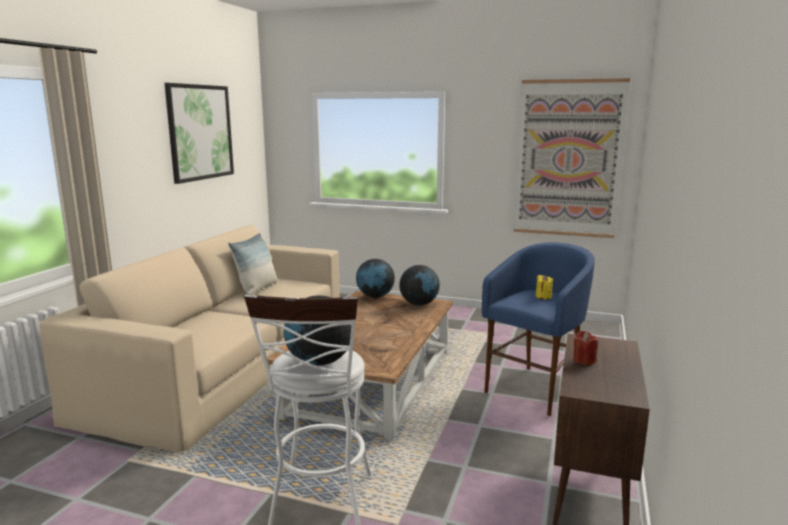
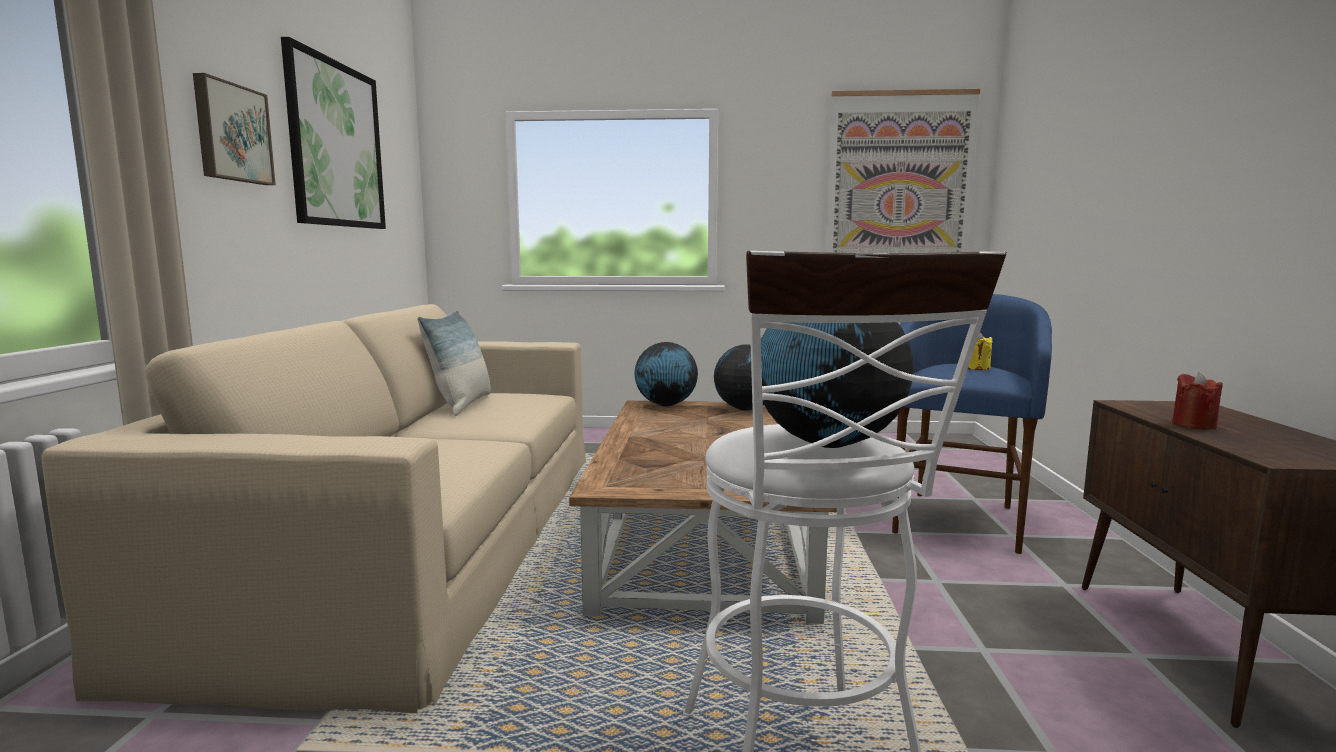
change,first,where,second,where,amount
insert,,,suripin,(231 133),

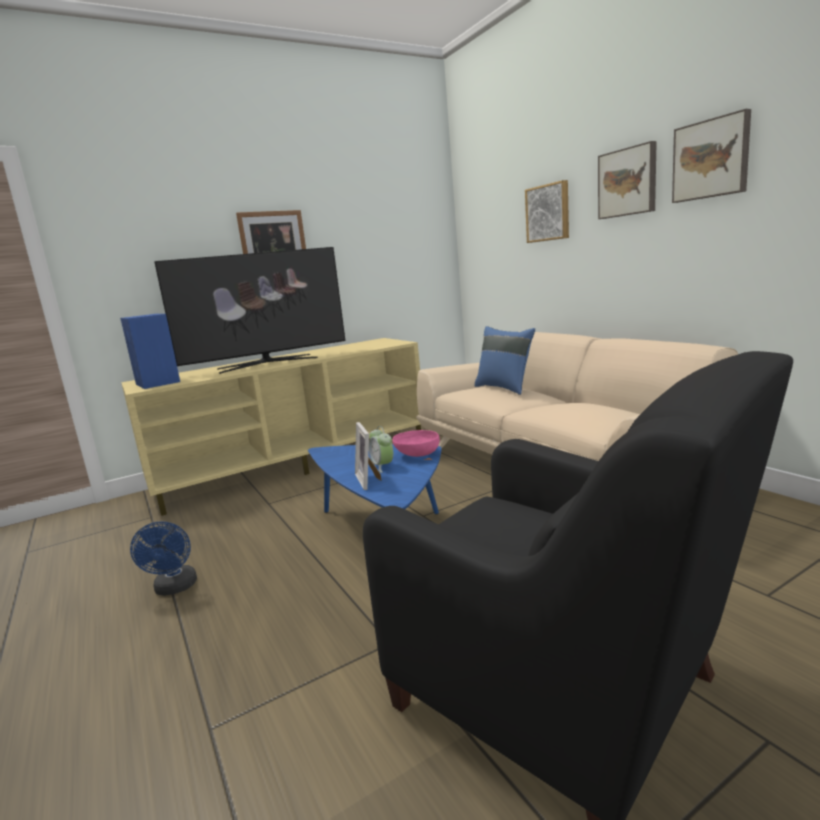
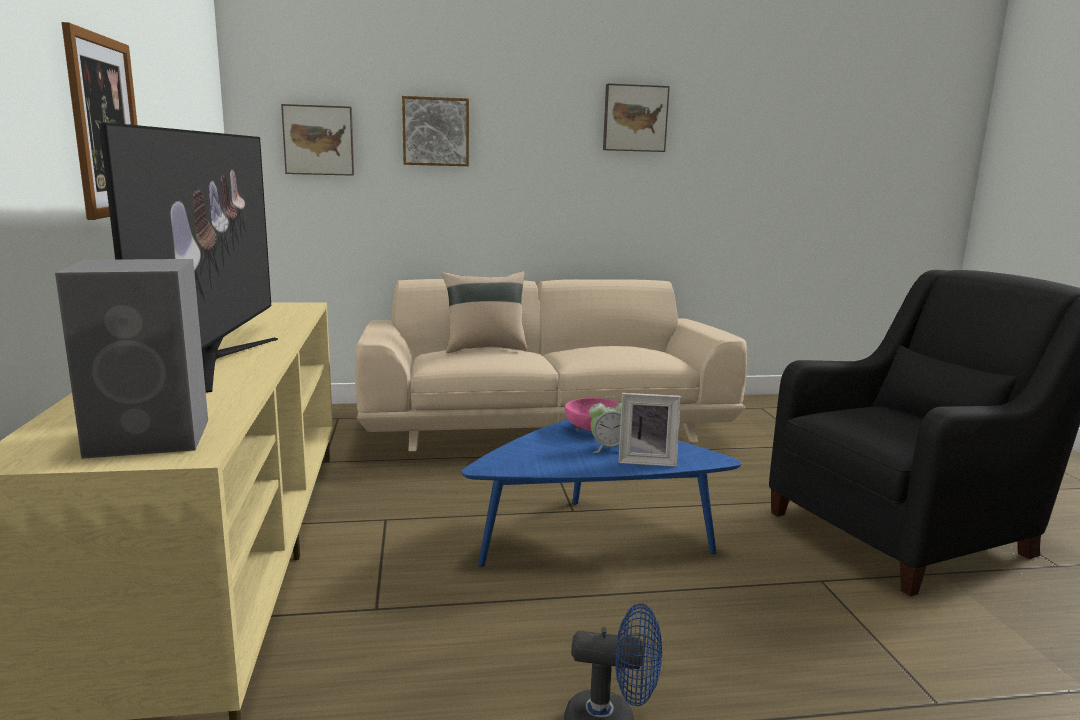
change,first,where,second,where,amount
move,suripin,(628 182),,(319 140),
recolor,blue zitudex,(158 383),grey zitudex,(152 438),
recolor,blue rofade,(505 388),beige rofade,(485 348),

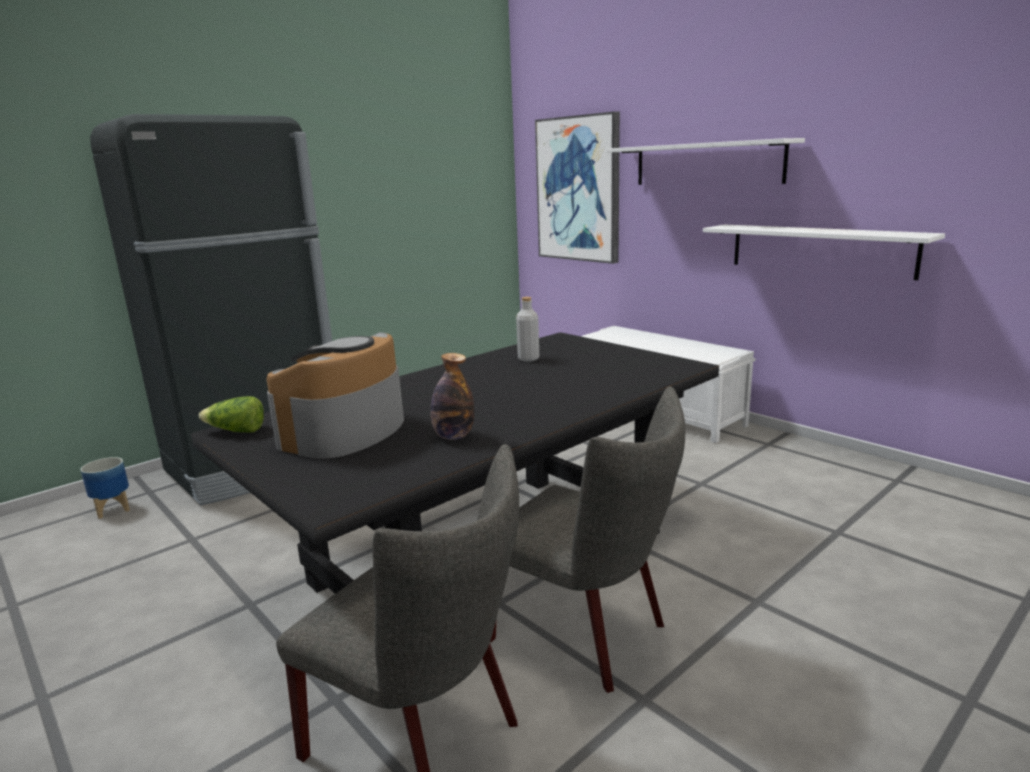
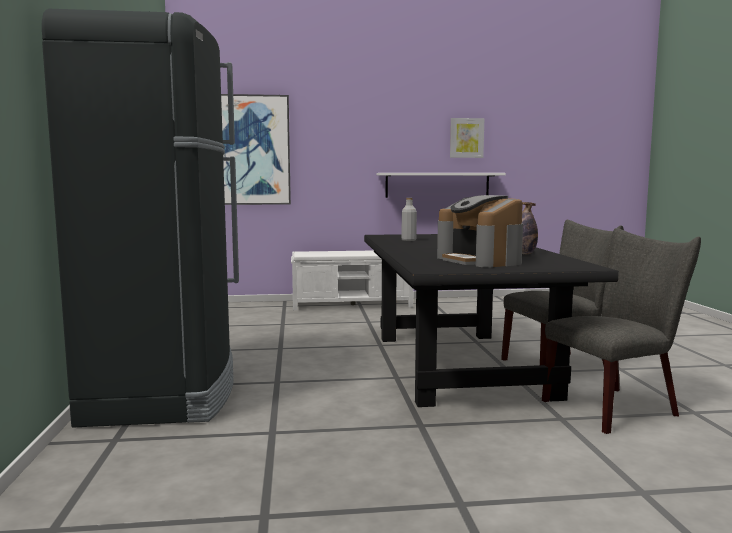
change,first,where,second,where,amount
delete,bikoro,(112 509),,,
delete,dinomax,(236 431),,,
delete,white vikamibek,(707 164),,,
insert,,,suripin,(466 138),

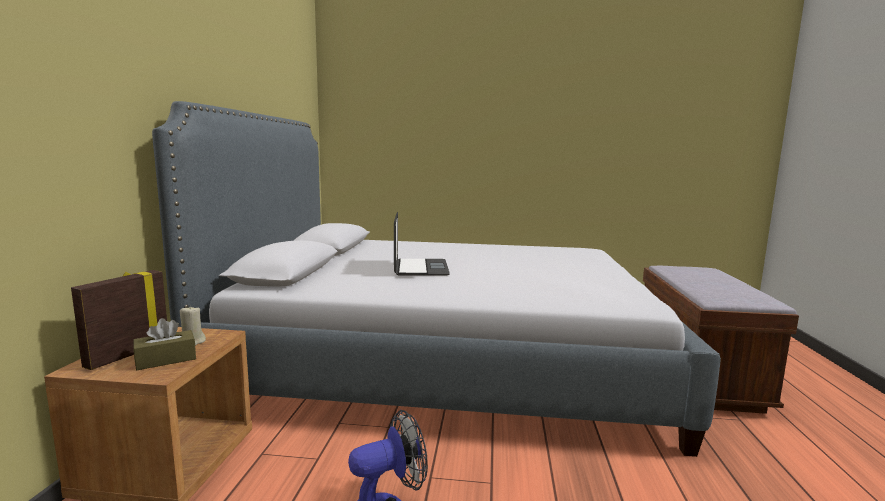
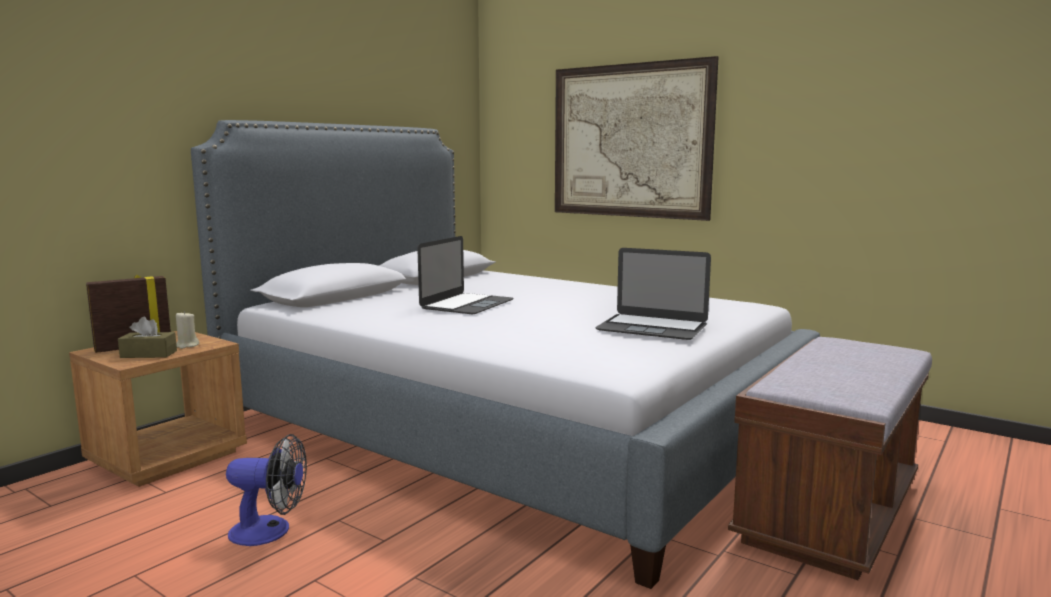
change,first,where,second,where,amount
insert,,,suripin,(630 141),
insert,,,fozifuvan,(652 327),

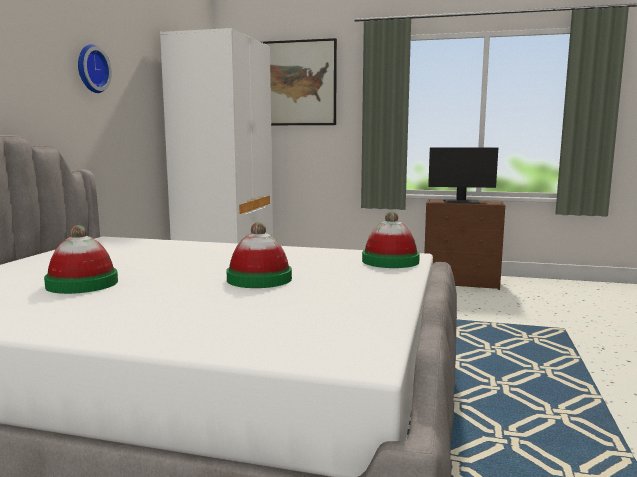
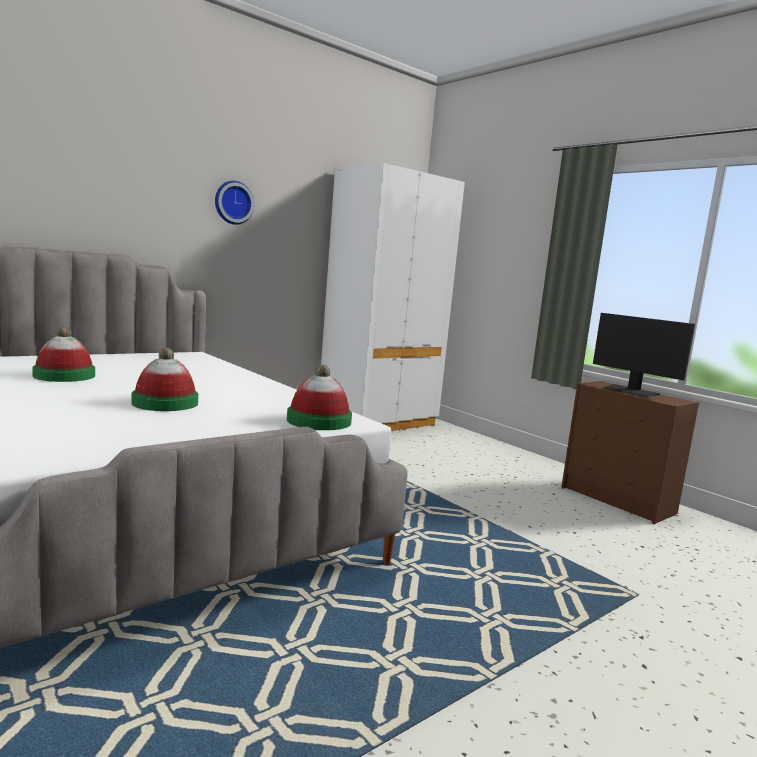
change,first,where,second,where,amount
delete,suripin,(296 83),,,

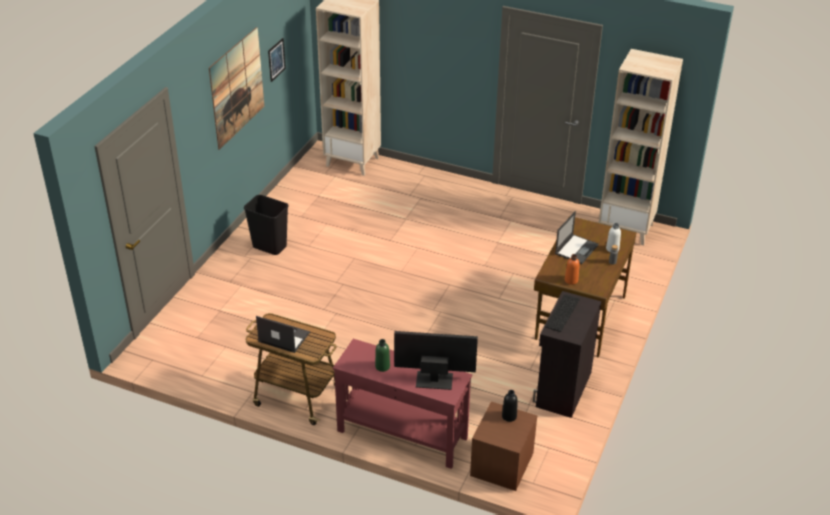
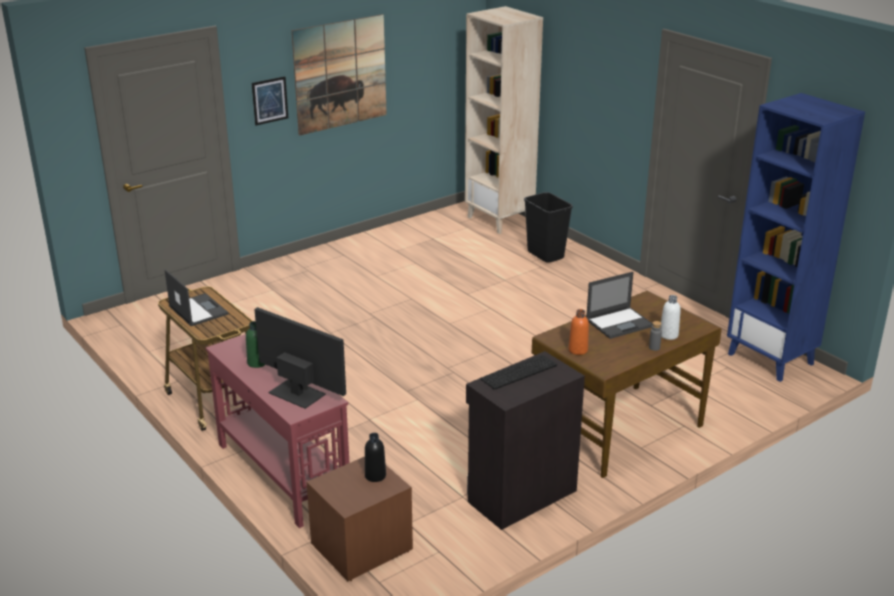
change,first,where,second,where,amount
move,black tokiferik,(269 247),,(544 255),
move,suripin,(276 59),,(270 100),
recolor,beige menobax,(626 229),blue menobax,(771 359),

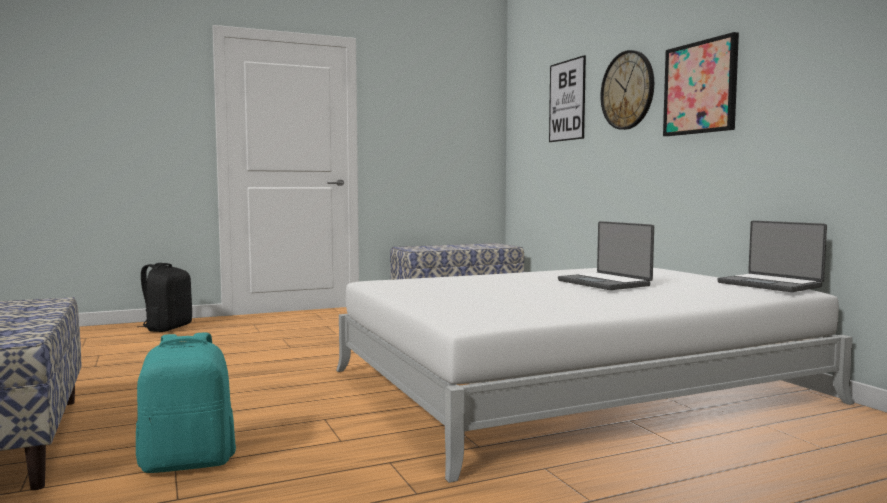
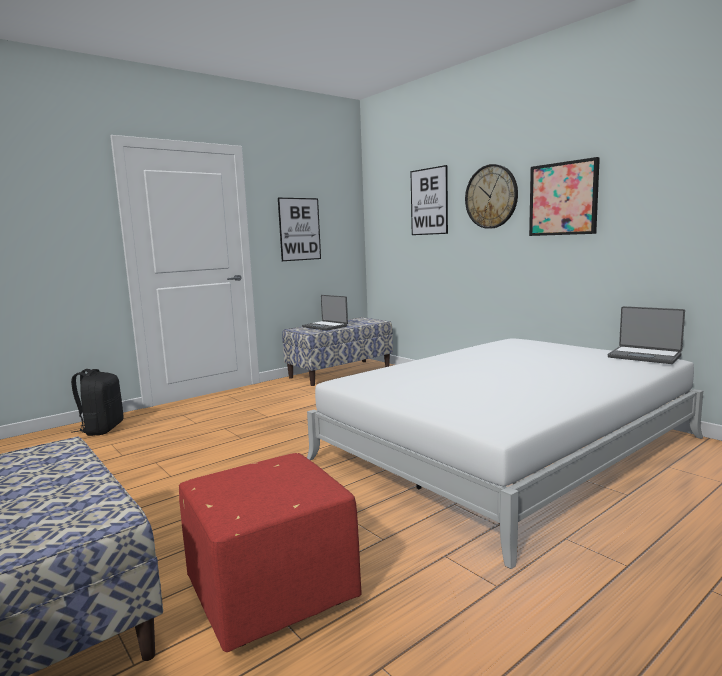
change,first,where,second,where,amount
insert,,,suripin,(299 229),
move,fozifuvan,(605 283),,(325 326),
replace,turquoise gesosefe,(188 462),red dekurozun,(271 592),

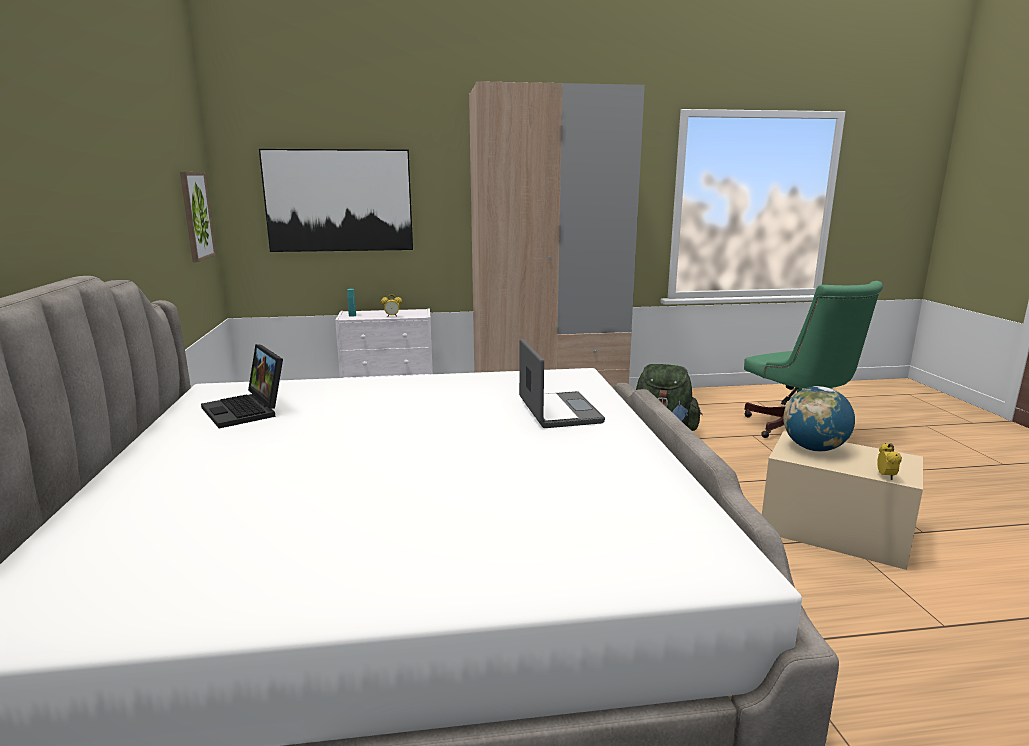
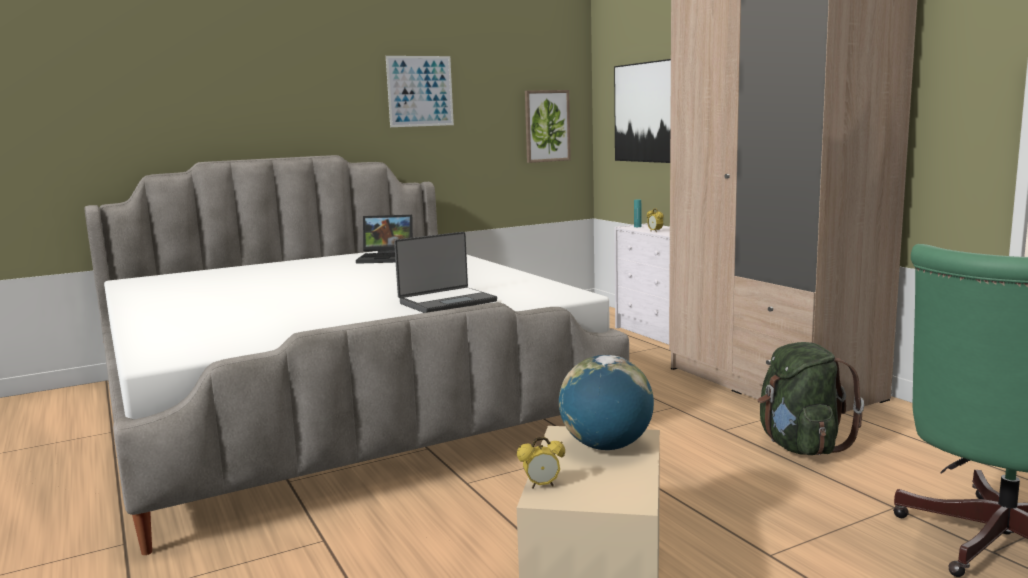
change,first,where,second,where,amount
insert,,,suripin,(420 91),
rotate,fozifuvan,(247 411),,(387 258),120 degrees counterclockwise

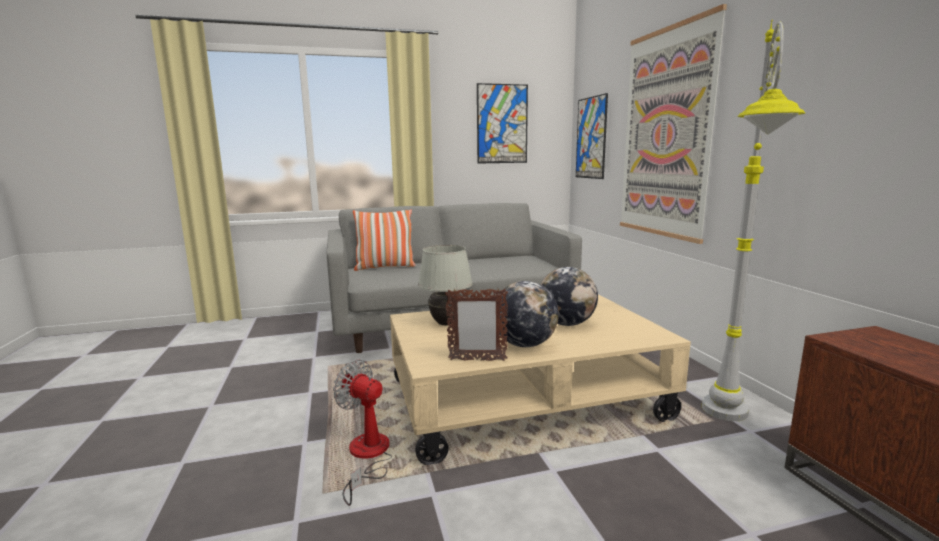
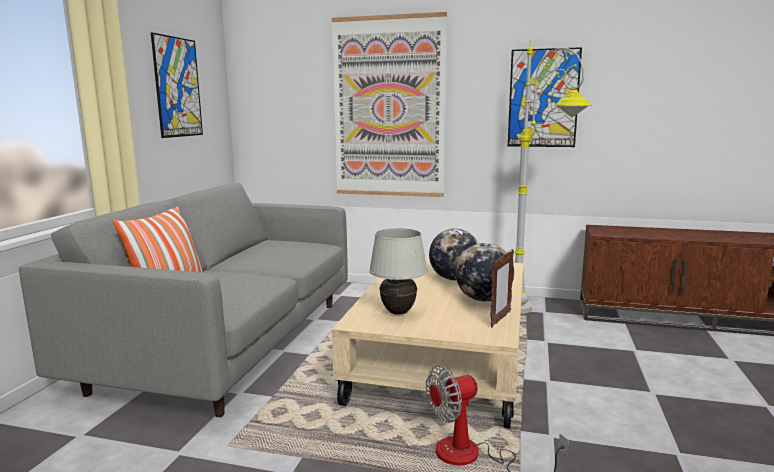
change,first,where,second,where,amount
move,suripin,(591 138),,(543 98),

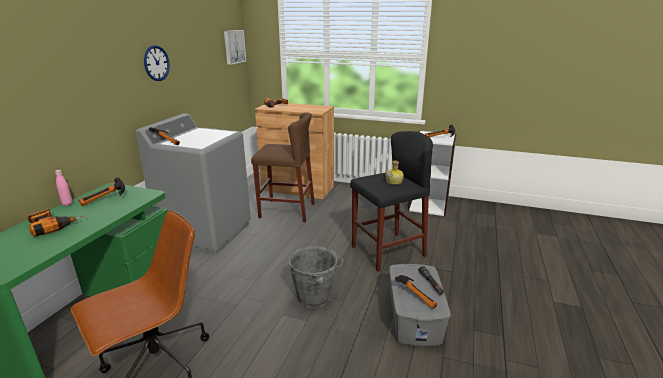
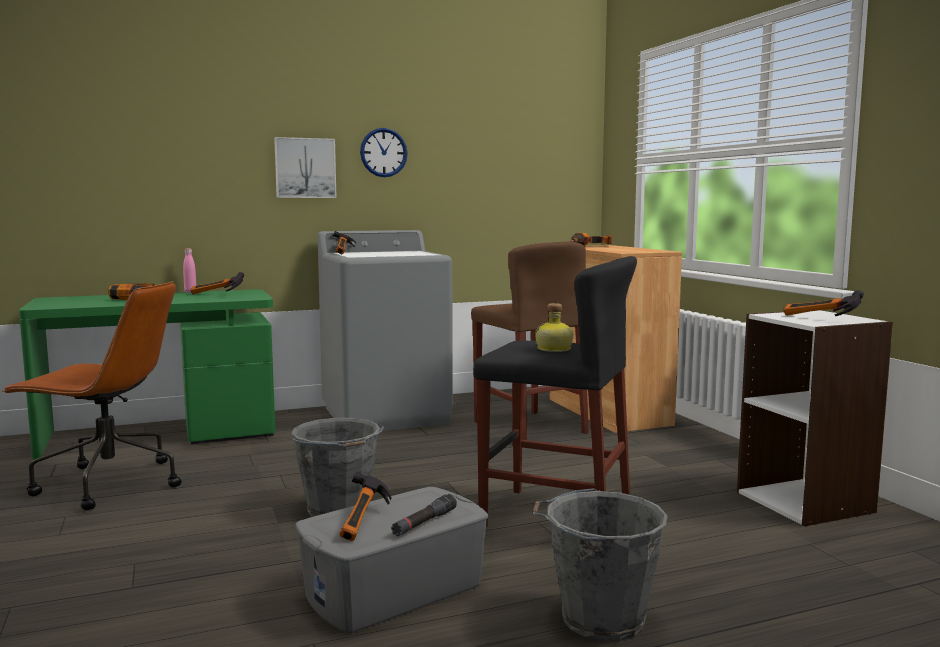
change,first,where,second,where,amount
insert,,,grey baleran,(599 618),
move,suripin,(233 46),,(305 168),

